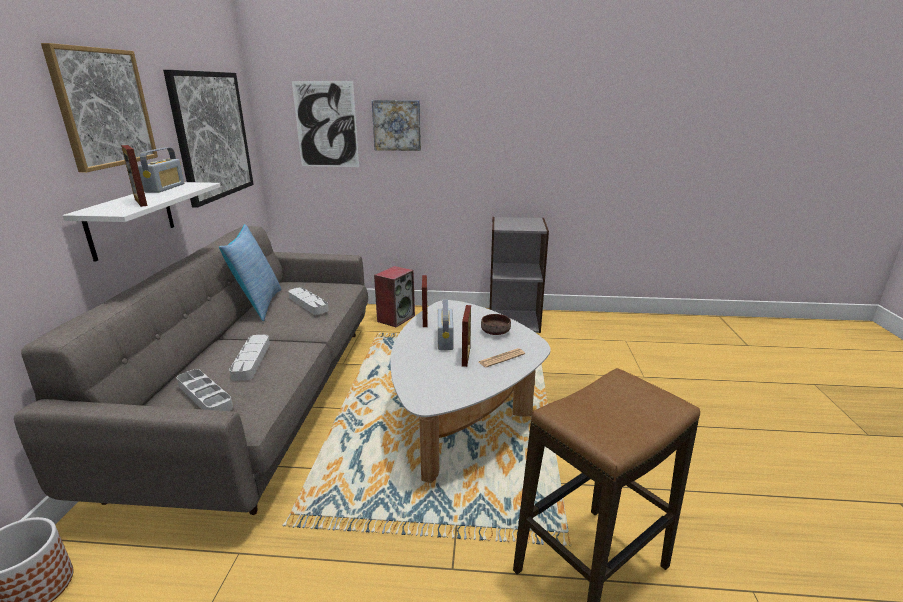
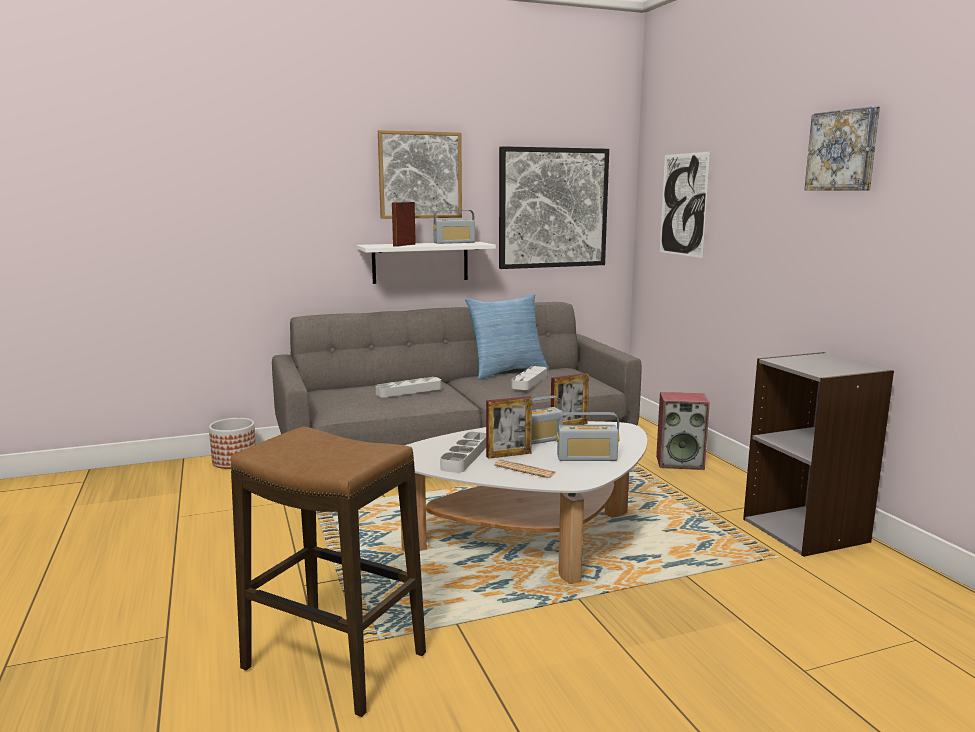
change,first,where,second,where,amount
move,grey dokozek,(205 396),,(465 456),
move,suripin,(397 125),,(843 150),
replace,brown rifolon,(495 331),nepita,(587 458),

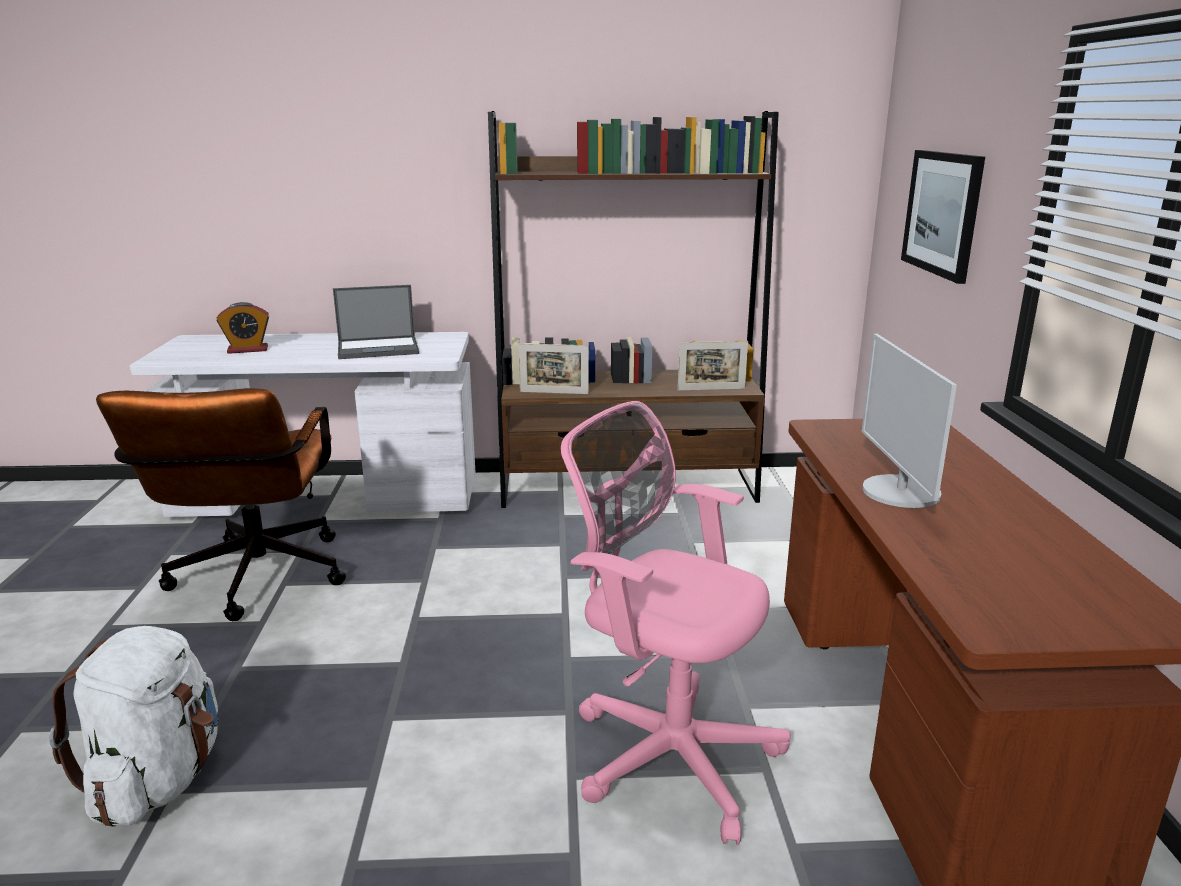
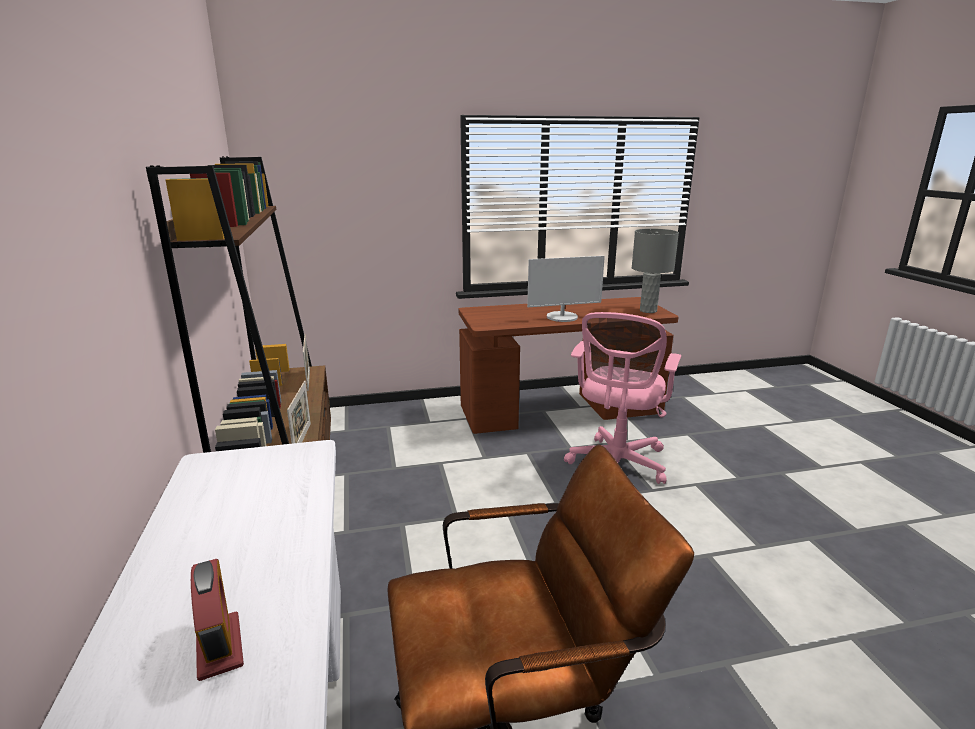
change,first,where,second,where,amount
delete,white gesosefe,(158 779),,,
delete,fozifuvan,(379 348),,,
delete,suripin,(942 213),,,
insert,,,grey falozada,(648 311),

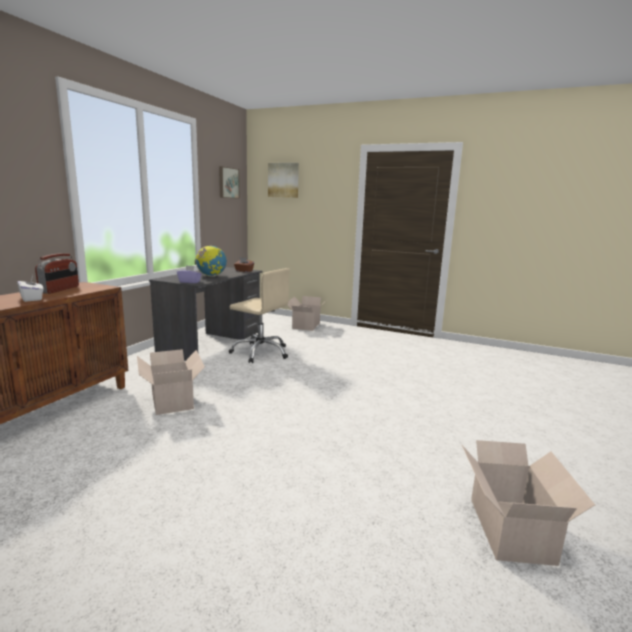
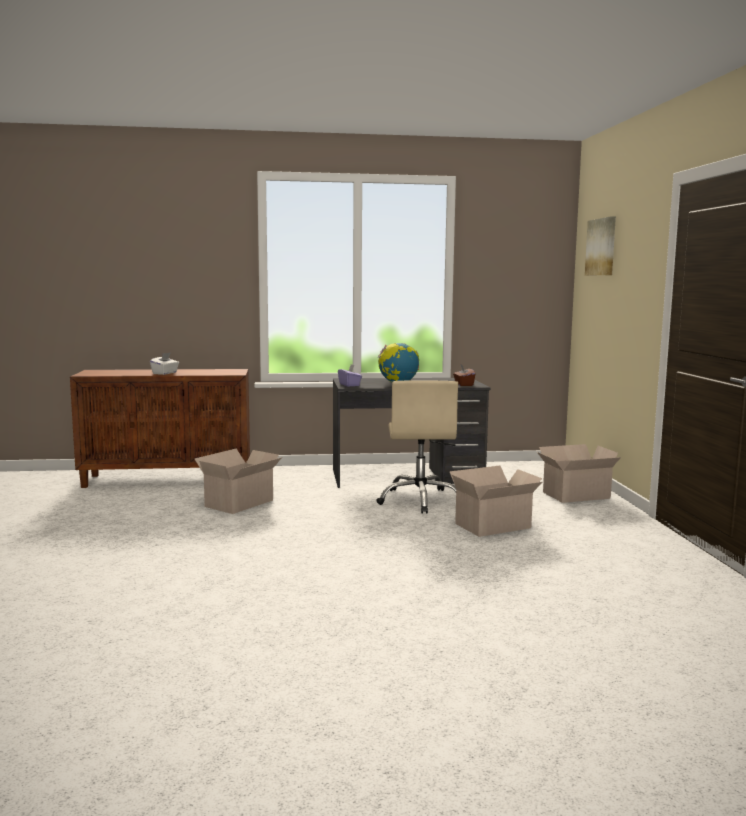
change,first,where,second,where,amount
delete,nepita,(60 289),,,
delete,suripin,(228 183),,,
move,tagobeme,(510 528),,(495 526),

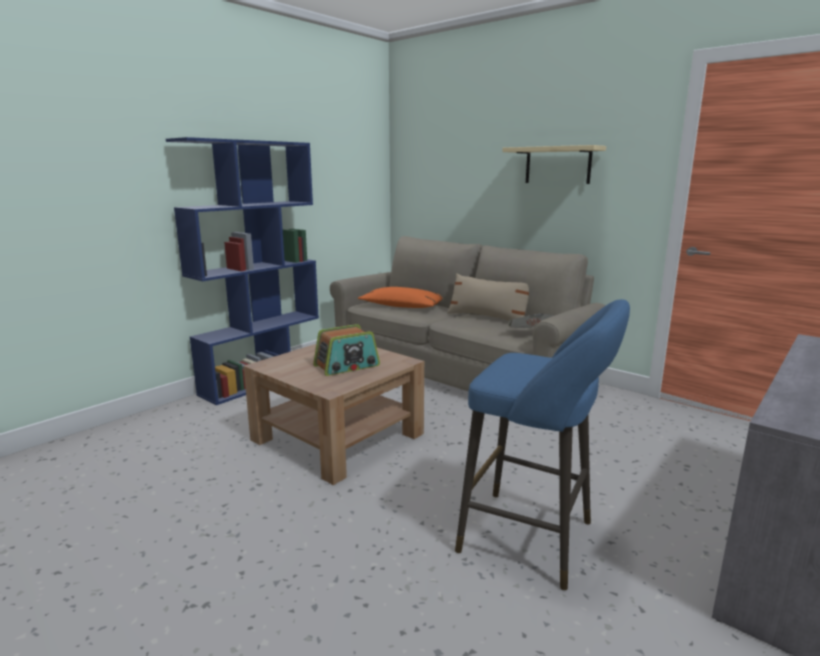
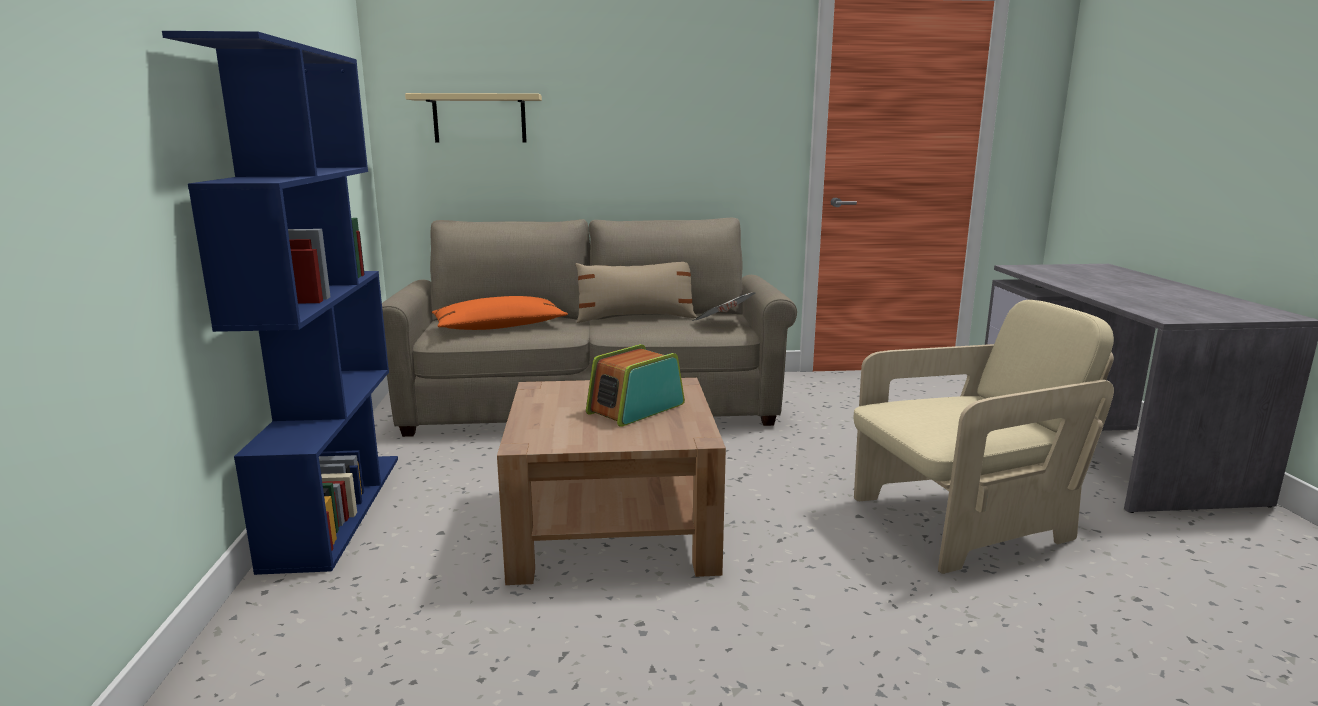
change,first,where,second,where,amount
move,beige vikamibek,(557 165),,(479 118),
replace,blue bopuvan,(534 539),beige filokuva,(961 523),
rotate,nepita,(347 366),,(635 409),150 degrees counterclockwise

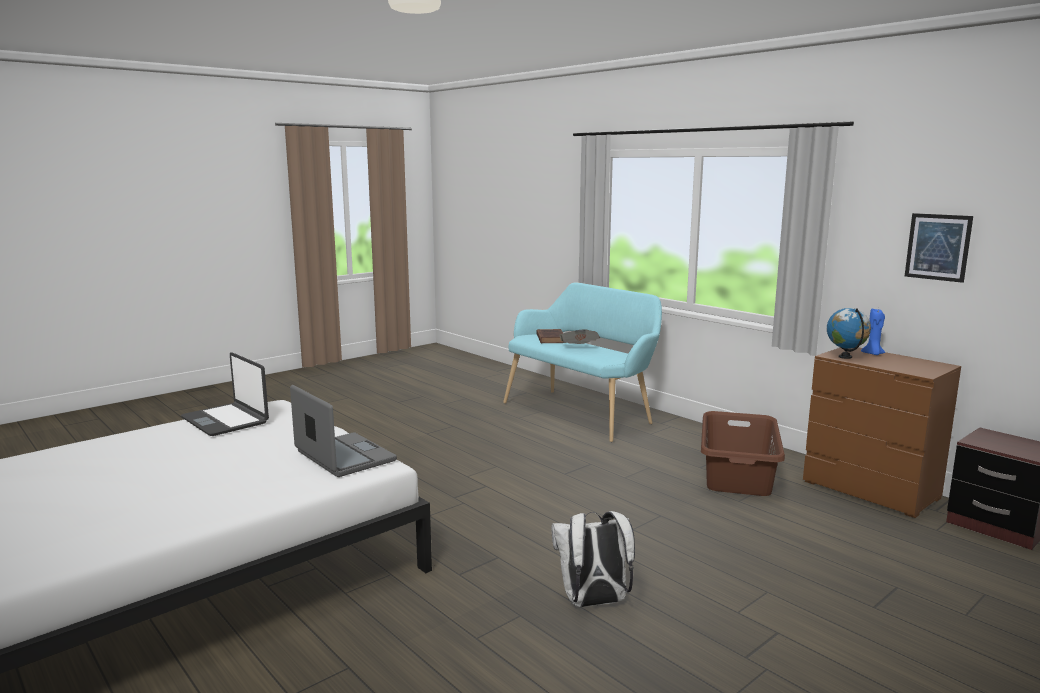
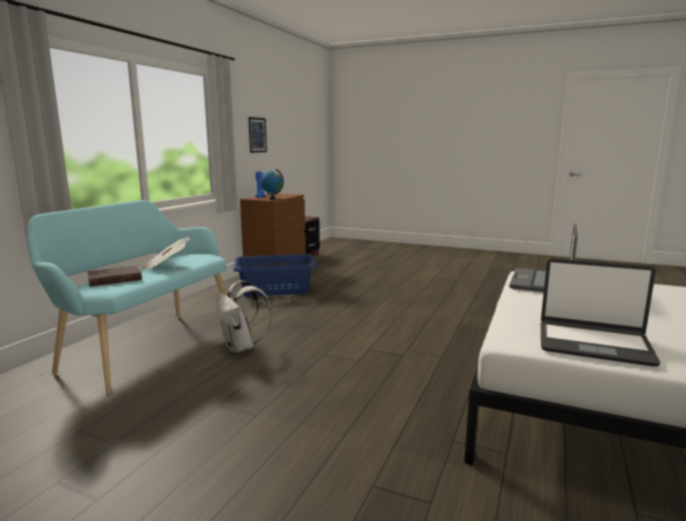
change,first,where,second,where,amount
move,white gesosefe,(593 602),,(241 347),
recolor,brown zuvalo,(737 474),blue zuvalo,(276 289),
rotate,fozifuvan,(226 420),,(593 344),90 degrees clockwise

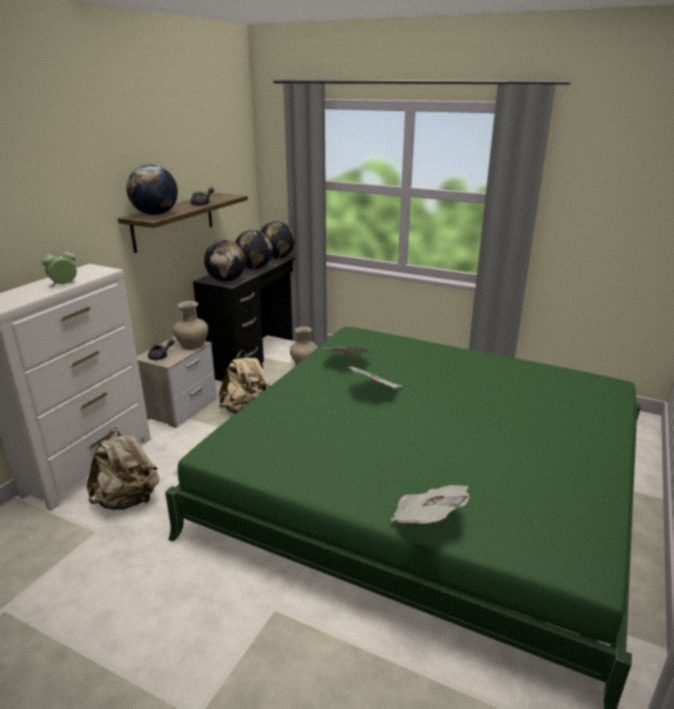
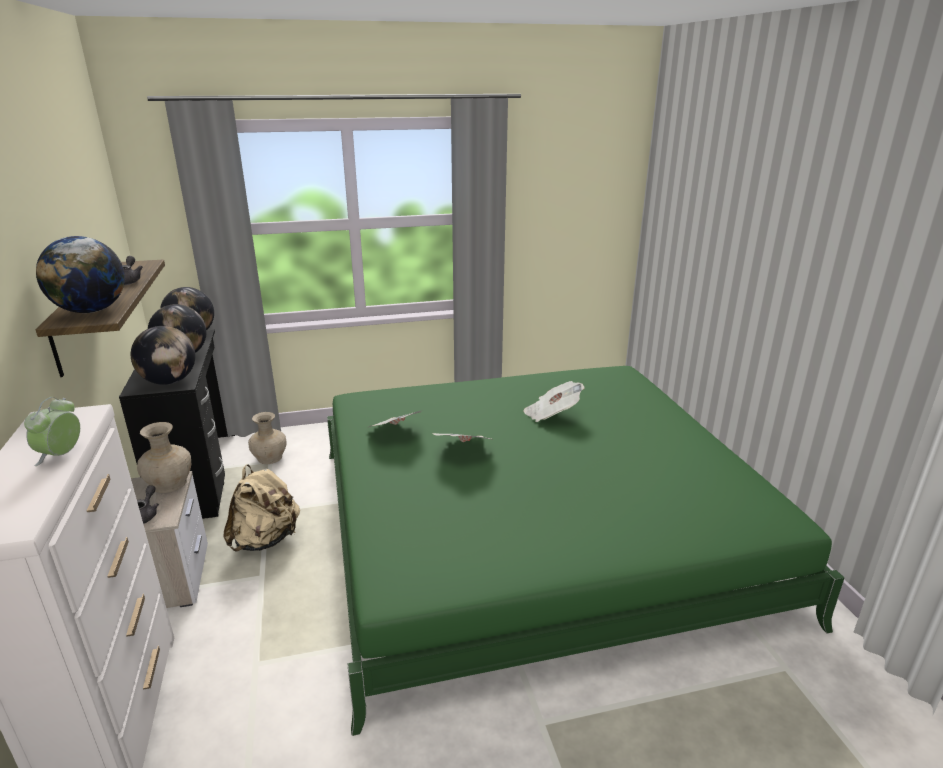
change,first,where,second,where,amount
delete,beige gesosefe,(128 500),,,
move,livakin,(427 519),,(552 414),

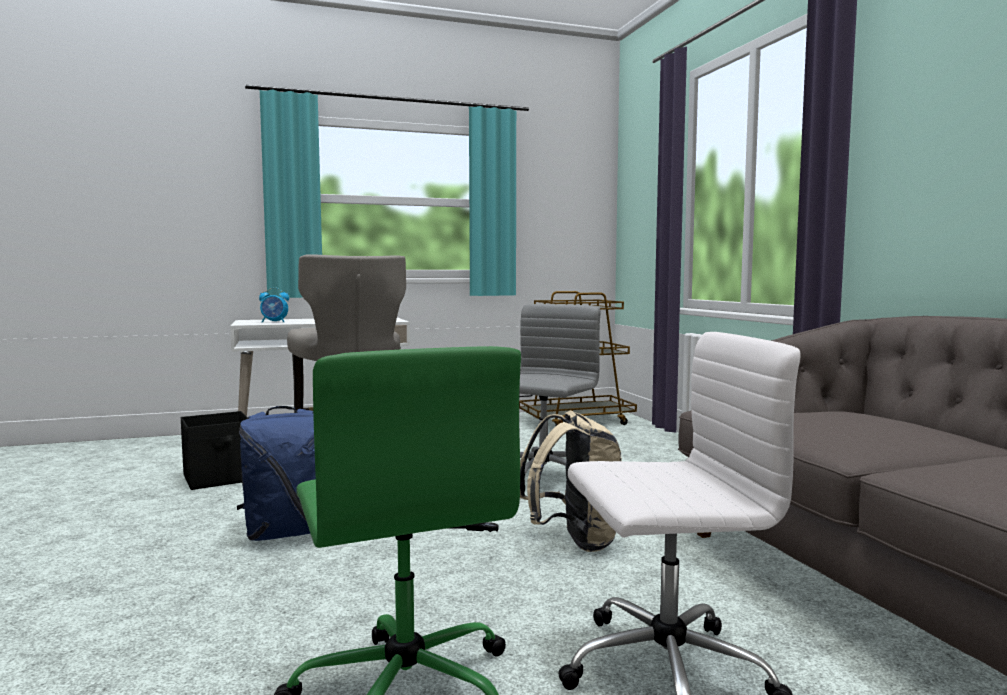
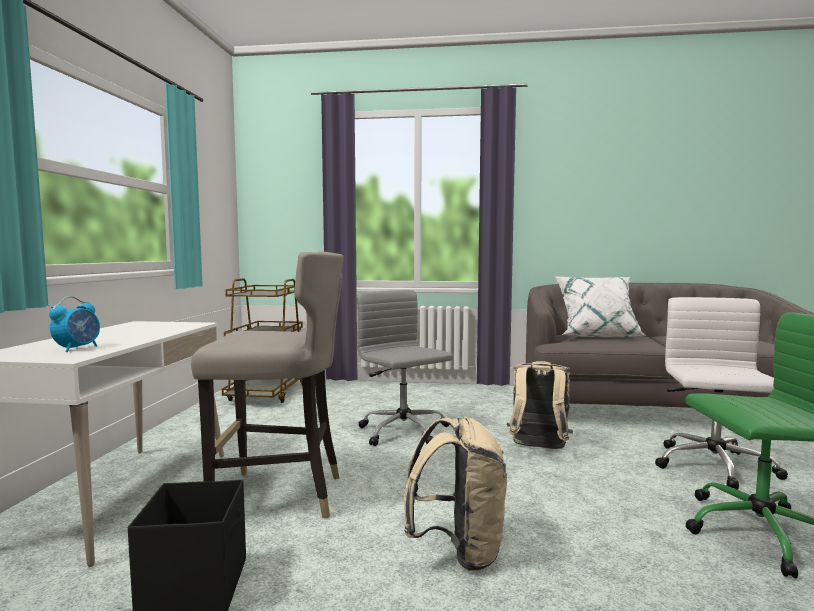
change,first,where,second,where,amount
insert,,,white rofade,(597 336),
recolor,blue gesosefe,(286 533),beige gesosefe,(459 551),

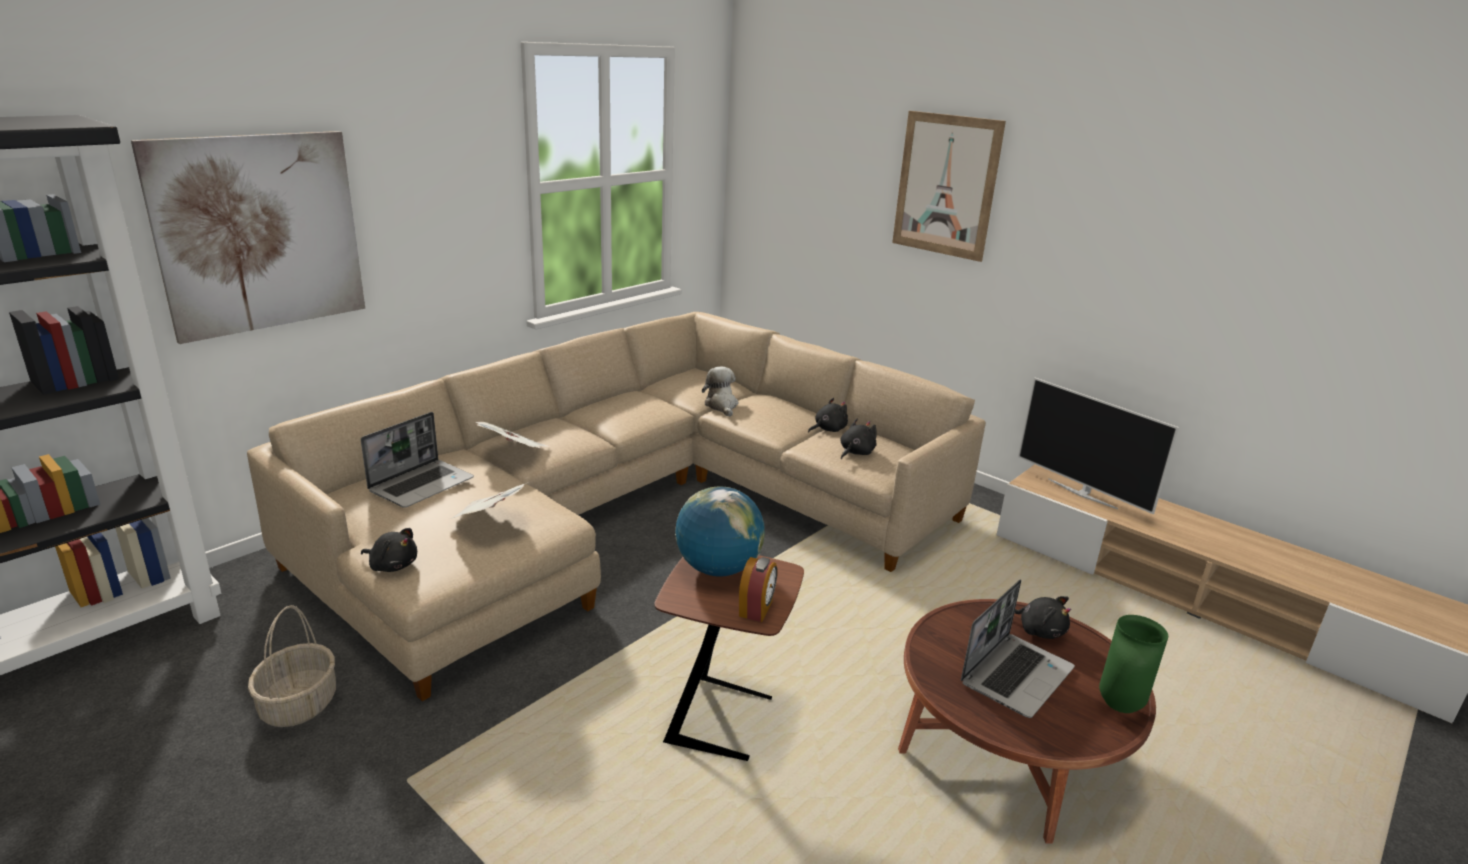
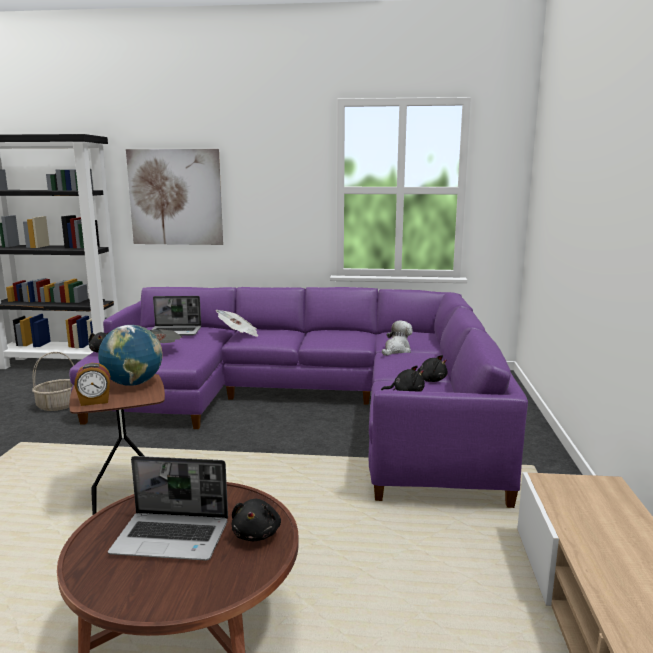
change,first,where,second,where,amount
delete,suripin,(946 185),,,
delete,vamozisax,(1082 493),,,
delete,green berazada,(1118 704),,,
recolor,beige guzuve,(632 512),purple guzuve,(309 404),

